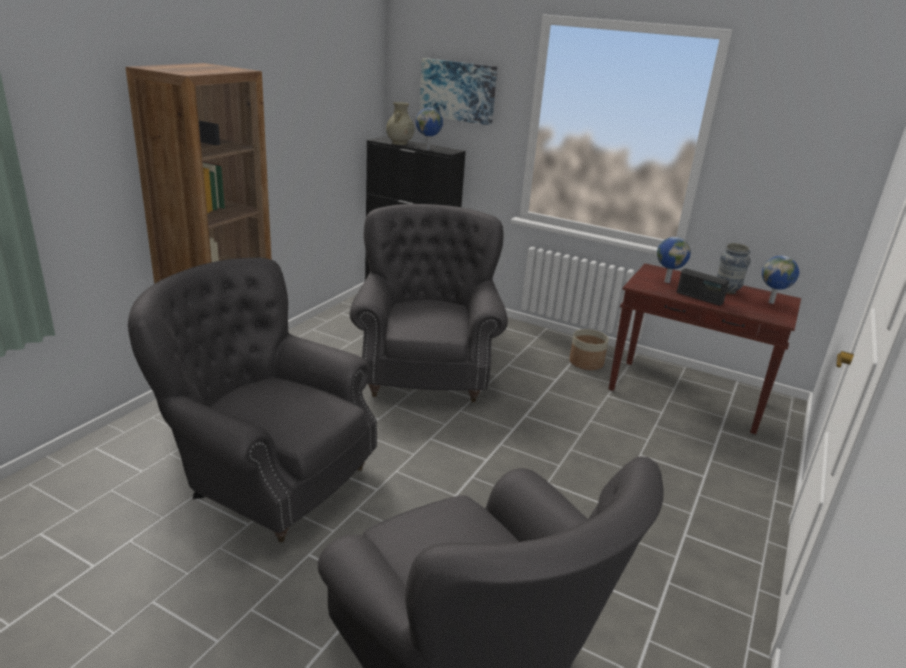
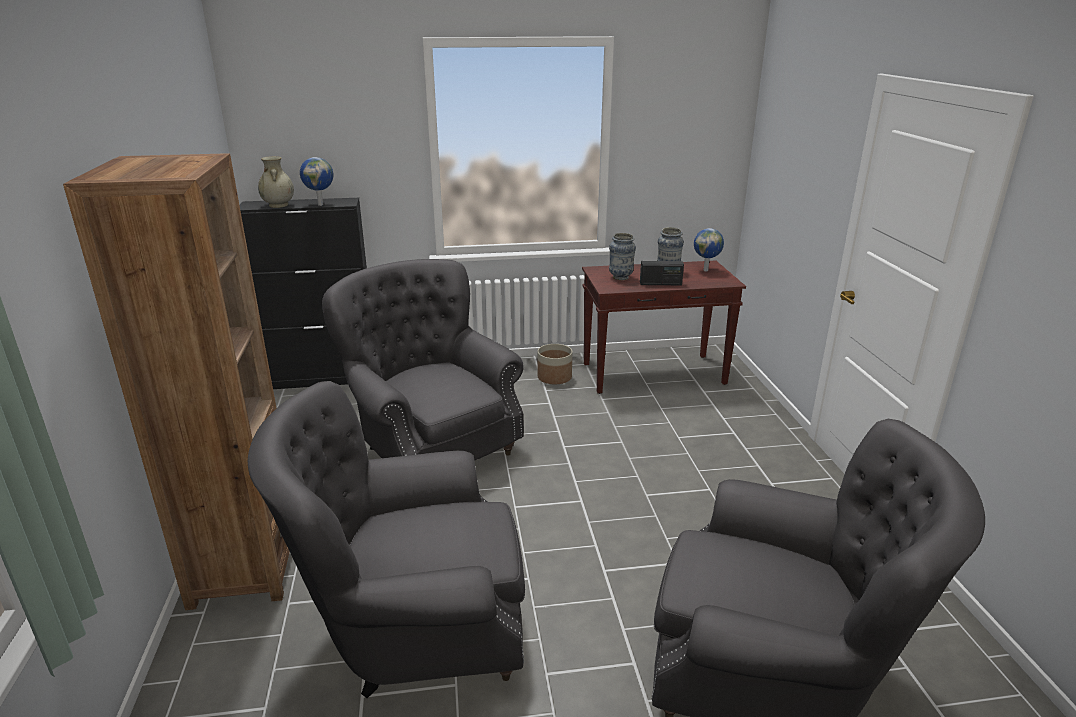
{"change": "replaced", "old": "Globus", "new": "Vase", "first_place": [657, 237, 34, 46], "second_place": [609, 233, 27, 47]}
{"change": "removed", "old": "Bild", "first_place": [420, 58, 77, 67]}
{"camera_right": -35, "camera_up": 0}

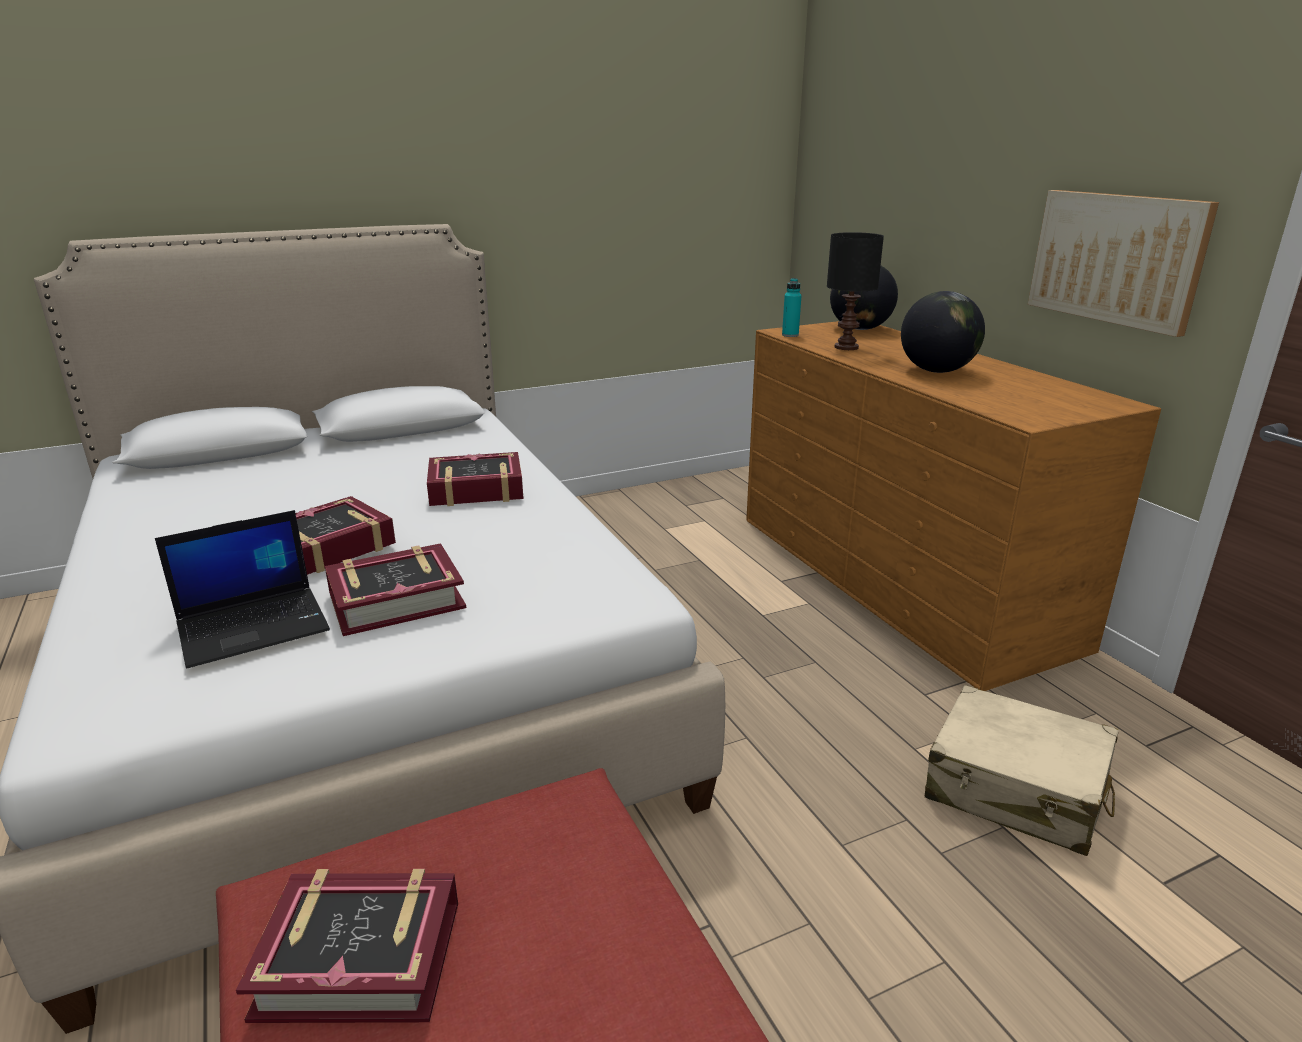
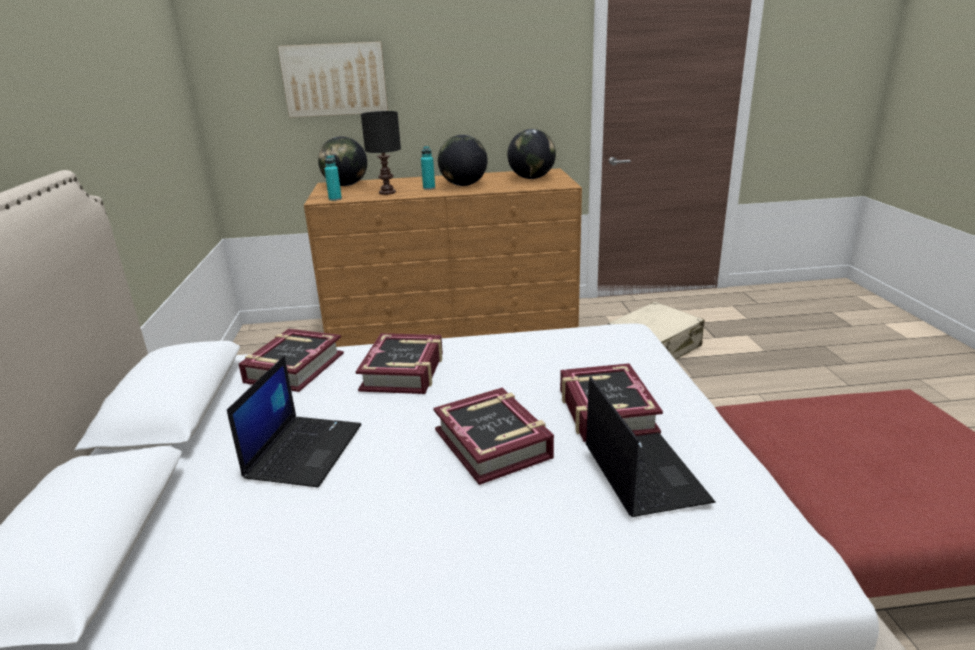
{"change": "added", "new": "Laptop", "second_place": [227, 356, 134, 131]}
{"change": "moved", "old": "Buch", "first_place": [236, 869, 222, 154], "second_place": [239, 329, 105, 63]}
{"change": "moved", "old": "Bild", "first_place": [1028, 190, 191, 147], "second_place": [278, 42, 110, 76]}
{"change": "added", "new": "Flasche/türkis", "second_place": [421, 146, 14, 44]}
{"change": "added", "new": "Globus", "second_place": [507, 129, 49, 50]}
{"camera_right": -70, "camera_up": 0}

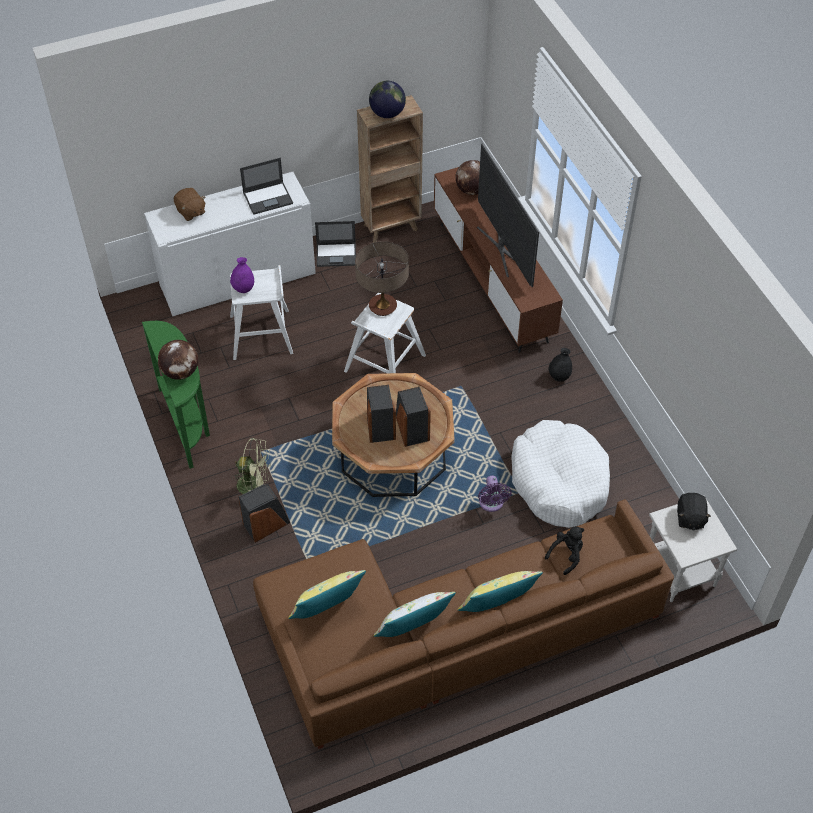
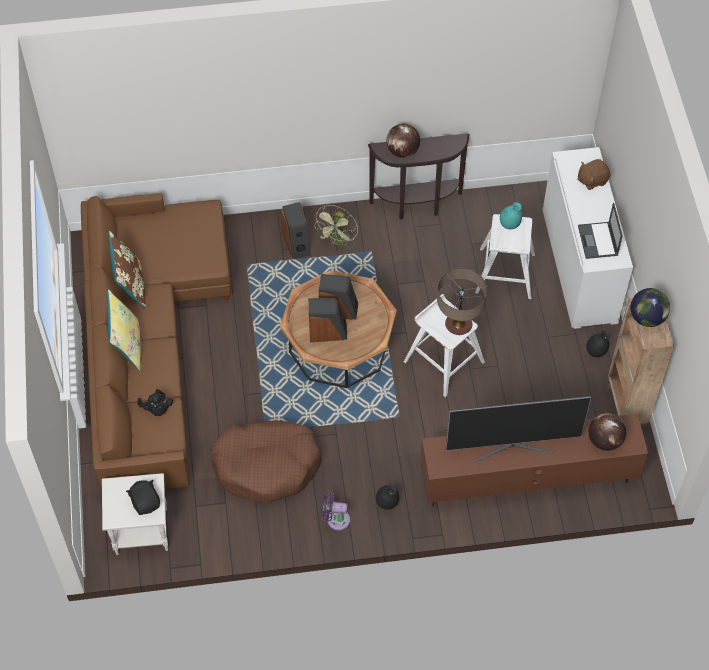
{"change": "recoloured", "old": "Kissen/weiß", "new": "Kissen/braun", "first_place": [373, 592, 83, 45], "second_place": [109, 231, 37, 78]}
{"change": "turned", "old": "Plüschtier/schwarz", "first_place": [677, 493, 34, 38], "second_place": [126, 480, 34, 35], "degrees": 45}
{"change": "recoloured", "old": "Hundebett/weiß", "new": "Hundebett/braun", "first_place": [511, 420, 99, 108], "second_place": [210, 420, 112, 83]}
{"change": "moved", "old": "Ventilator/lila", "first_place": [478, 475, 33, 37], "second_place": [322, 491, 28, 39]}
{"change": "recoloured", "old": "Konsolentisch/grün", "new": "Konsolentisch/braun", "first_place": [142, 321, 68, 148], "second_place": [368, 133, 101, 86]}
{"change": "recoloured", "old": "Vase/lila", "new": "Vase/türkis", "first_place": [230, 257, 24, 36], "second_place": [500, 202, 22, 27]}
{"change": "replaced", "old": "Laptop", "new": "Vase/schwarz", "first_place": [315, 221, 41, 46], "second_place": [586, 331, 24, 26]}
{"change": "removed", "old": "Kissen/gelb", "first_place": [288, 570, 78, 49]}
{"camera_right": 105, "camera_up": 5}

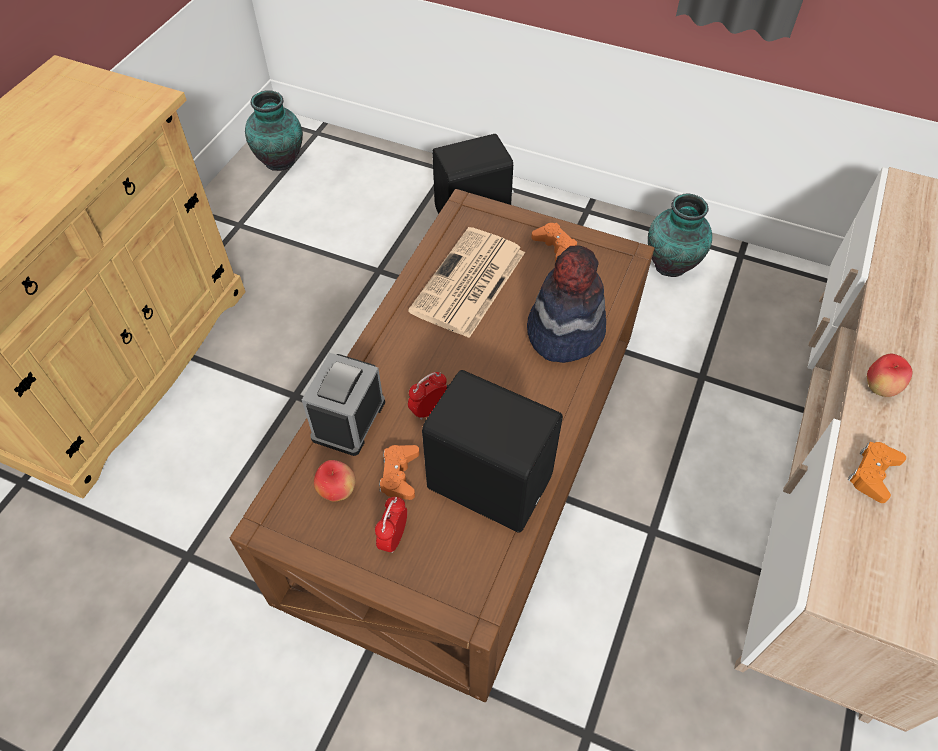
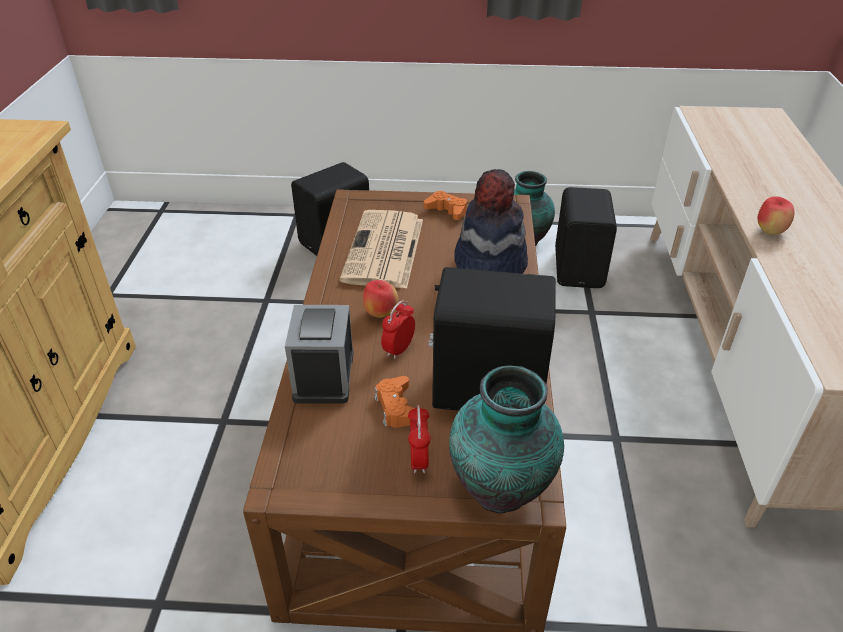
{"change": "moved", "old": "Apfel", "first_place": [314, 460, 42, 41], "second_place": [363, 280, 35, 38]}
{"change": "moved", "old": "Vase", "first_place": [245, 90, 58, 81], "second_place": [449, 365, 115, 148]}
{"change": "added", "new": "Lautsprecher/schwarz", "second_place": [555, 187, 62, 101]}
{"change": "removed", "old": "Gamepad/orange", "first_place": [848, 442, 58, 61]}
{"camera_right": -20, "camera_up": -15}

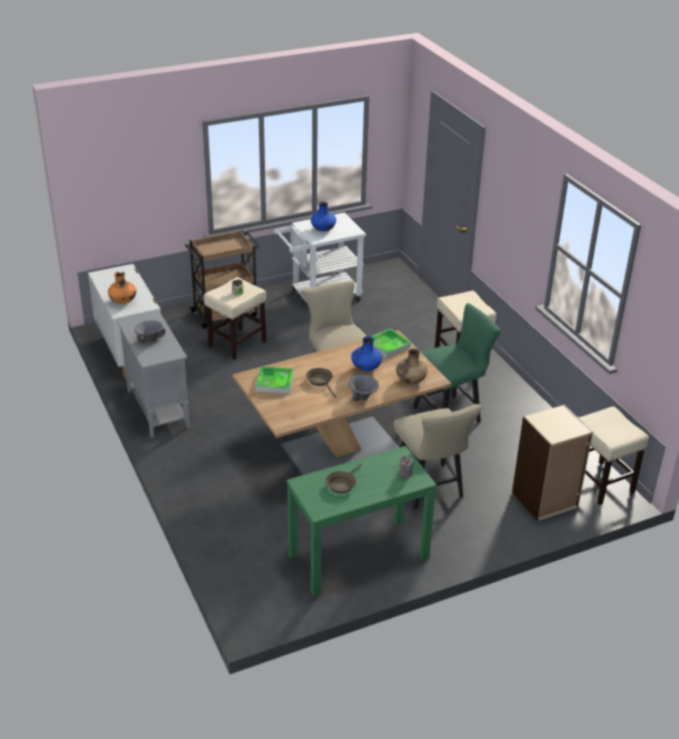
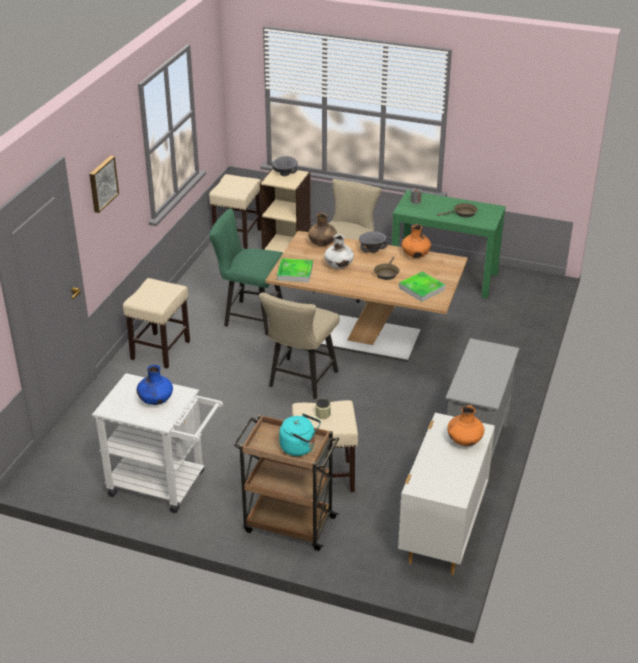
{"change": "added", "new": "Bild", "second_place": [89, 156, 30, 57]}
{"change": "moved", "old": "Schüssel/grau", "first_place": [135, 320, 31, 23], "second_place": [272, 156, 26, 20]}
{"change": "added", "new": "Wasserkessel/türkis", "second_place": [279, 413, 42, 43]}
{"change": "recoloured", "old": "Vase/blau", "new": "Vase/weiß", "first_place": [351, 336, 31, 35], "second_place": [324, 234, 30, 35]}
{"change": "added", "new": "Vase/orange", "second_place": [402, 224, 29, 34]}
{"camera_right": -135, "camera_up": 0}

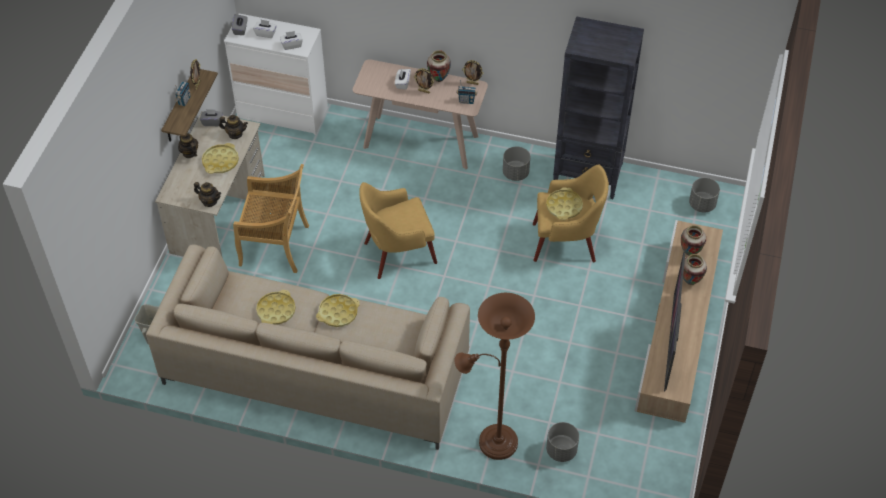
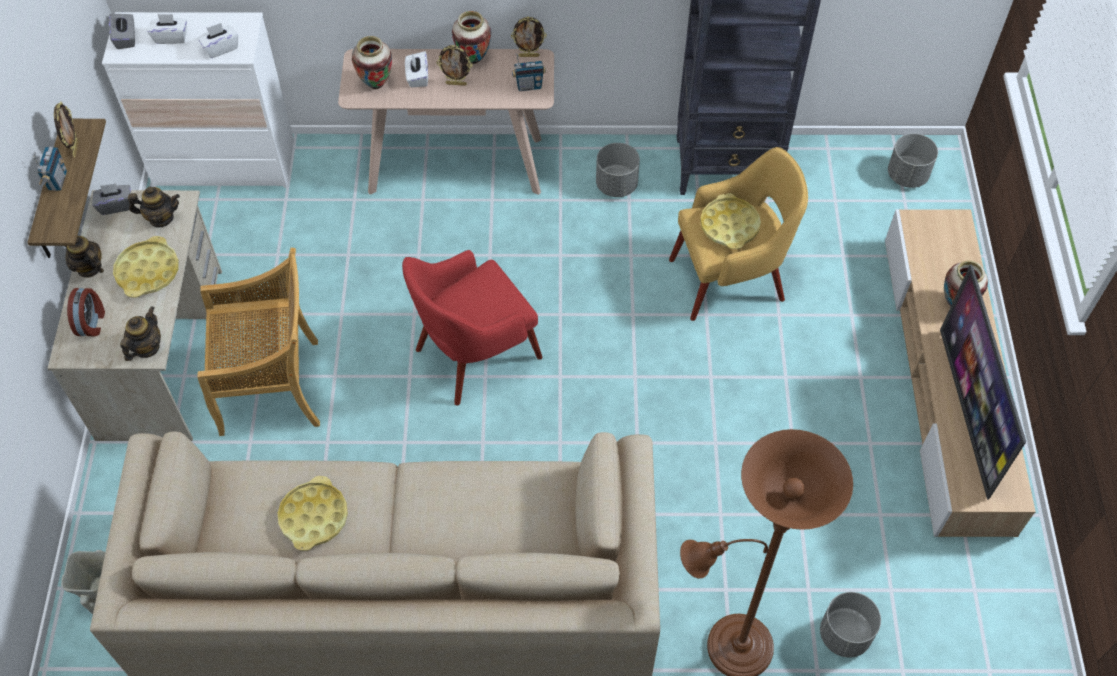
{"change": "added", "new": "Wecker", "second_place": [67, 288, 38, 48]}
{"change": "turned", "old": "Teekanne", "first_place": [194, 182, 27, 25], "second_place": [120, 306, 41, 55], "degrees": -75}
{"change": "moved", "old": "Vase", "first_place": [681, 225, 25, 31], "second_place": [352, 36, 40, 53]}
{"change": "recoloured", "old": "Sessel/gelb", "new": "Sessel/rot", "first_place": [359, 182, 78, 97], "second_place": [402, 250, 140, 156]}
{"change": "removed", "old": "Tablett/gelb", "first_place": [316, 294, 44, 33]}
{"camera_right": -15, "camera_up": 5}

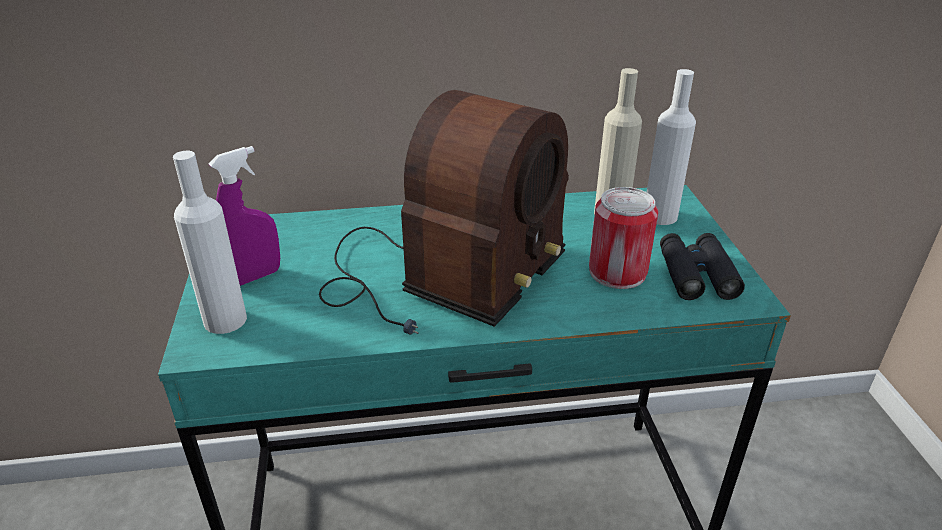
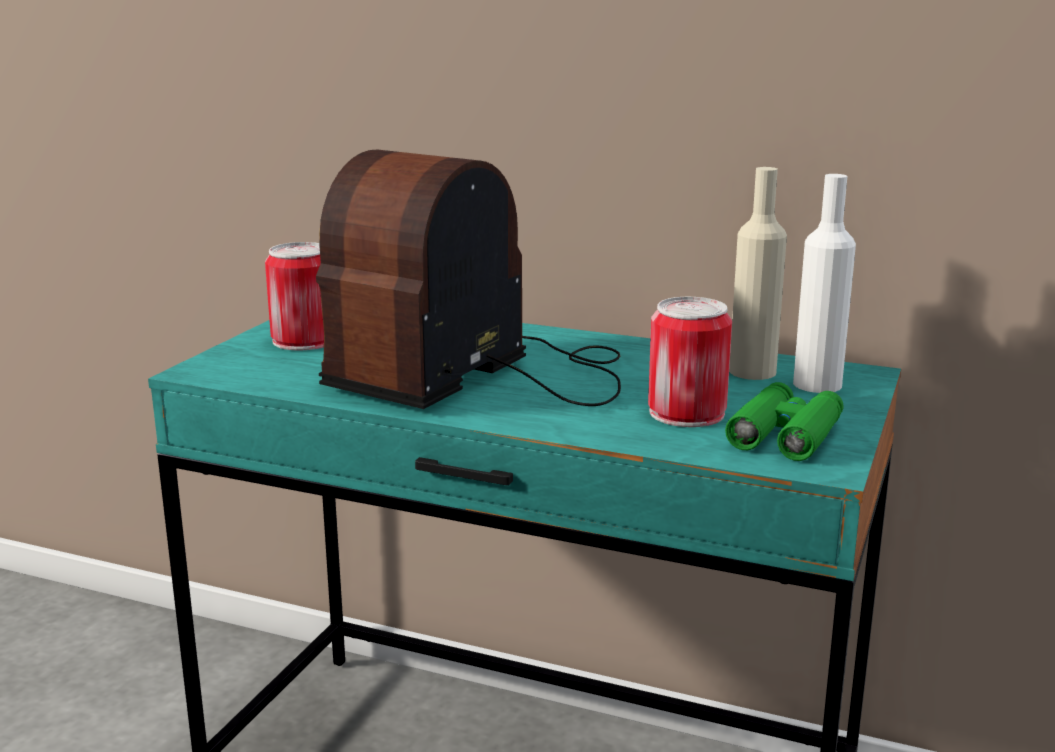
{"change": "replaced", "old": "Sprühflasche/lila", "new": "Dose", "first_place": [208, 146, 72, 140], "second_place": [265, 242, 59, 108]}
{"change": "turned", "old": "Radio", "first_place": [319, 90, 250, 244], "second_place": [316, 150, 305, 259], "degrees": 150}
{"change": "recoloured", "old": "Fernglas/schwarz", "new": "Fernglas/grün", "first_place": [660, 233, 85, 67], "second_place": [725, 382, 119, 79]}
{"change": "removed", "old": "Flasche/weiß", "first_place": [173, 151, 74, 183]}
{"camera_right": 30, "camera_up": -15}

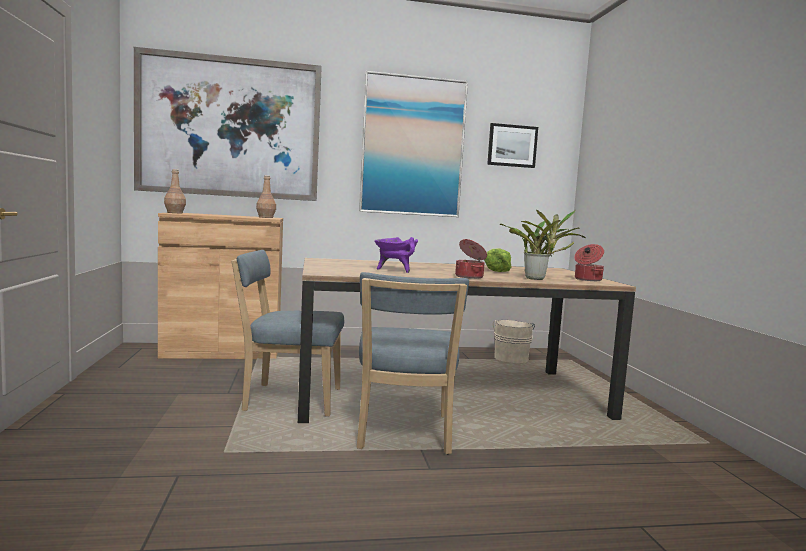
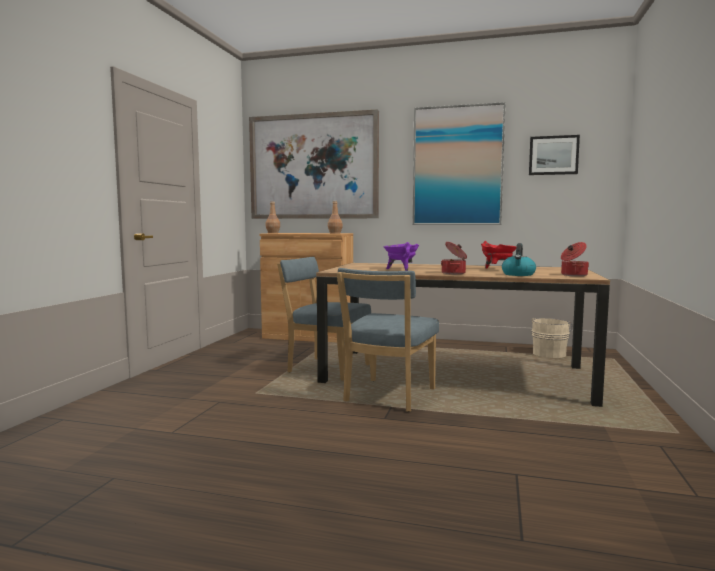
{"change": "replaced", "old": "Salatkopf", "new": "Kochtopf/rot", "first_place": [484, 248, 28, 24], "second_place": [481, 241, 35, 28]}
{"change": "replaced", "old": "Topfpflanze", "new": "Wasserkessel", "first_place": [500, 209, 86, 71], "second_place": [502, 243, 34, 33]}
{"camera_right": 25, "camera_up": 0}

